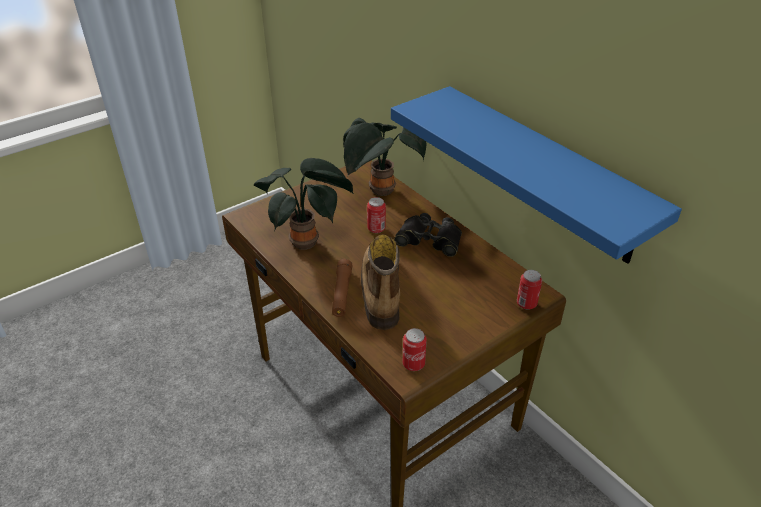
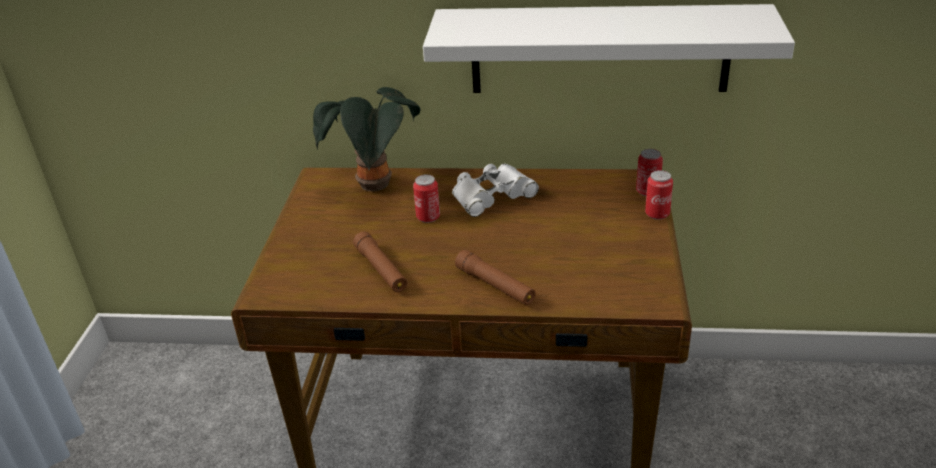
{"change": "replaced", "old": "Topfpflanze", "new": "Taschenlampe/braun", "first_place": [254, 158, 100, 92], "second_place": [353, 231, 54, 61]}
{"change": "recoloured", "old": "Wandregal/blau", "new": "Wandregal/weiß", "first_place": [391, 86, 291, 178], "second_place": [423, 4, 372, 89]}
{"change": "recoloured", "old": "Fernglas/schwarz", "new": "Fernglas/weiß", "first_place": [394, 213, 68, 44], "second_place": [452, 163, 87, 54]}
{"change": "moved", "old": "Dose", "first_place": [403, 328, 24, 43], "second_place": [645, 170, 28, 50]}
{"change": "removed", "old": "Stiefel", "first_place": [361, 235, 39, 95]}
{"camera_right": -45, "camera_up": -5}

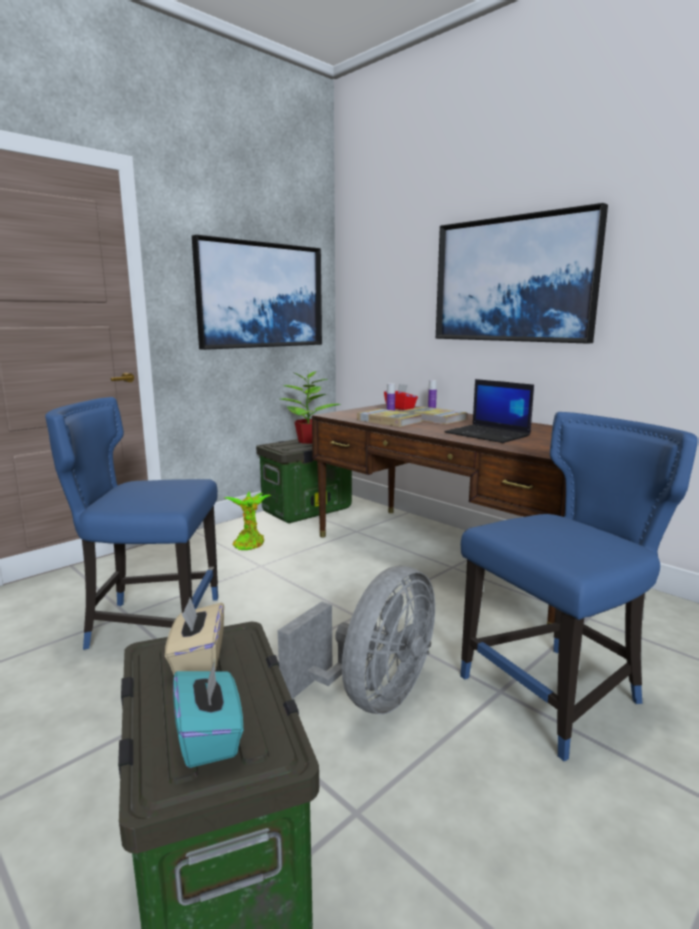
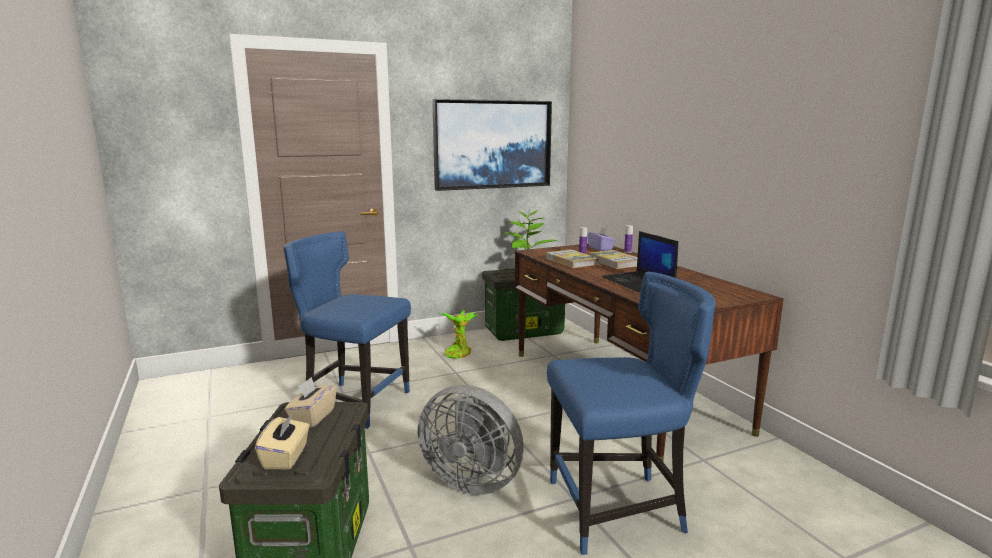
{"change": "recoloured", "old": "Taschentuchbox/türkis", "new": "Taschentuchbox/beige", "first_place": [173, 660, 70, 108], "second_place": [255, 413, 55, 56]}
{"change": "turned", "old": "Ventilator/grau", "first_place": [278, 566, 157, 148], "second_place": [418, 385, 106, 110], "degrees": 60}
{"change": "recoloured", "old": "Taschentuchbox/rot", "new": "Taschentuchbox/lila", "first_place": [384, 384, 34, 26], "second_place": [587, 227, 29, 24]}
{"change": "removed", "old": "Bild", "first_place": [436, 203, 172, 141]}
{"camera_right": 20, "camera_up": 0}

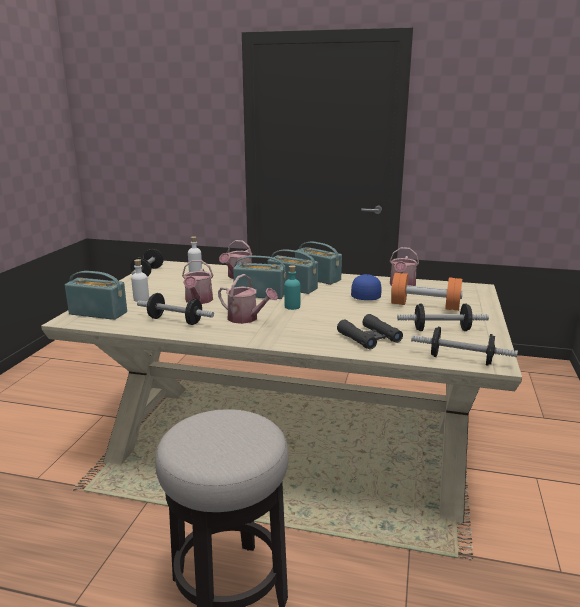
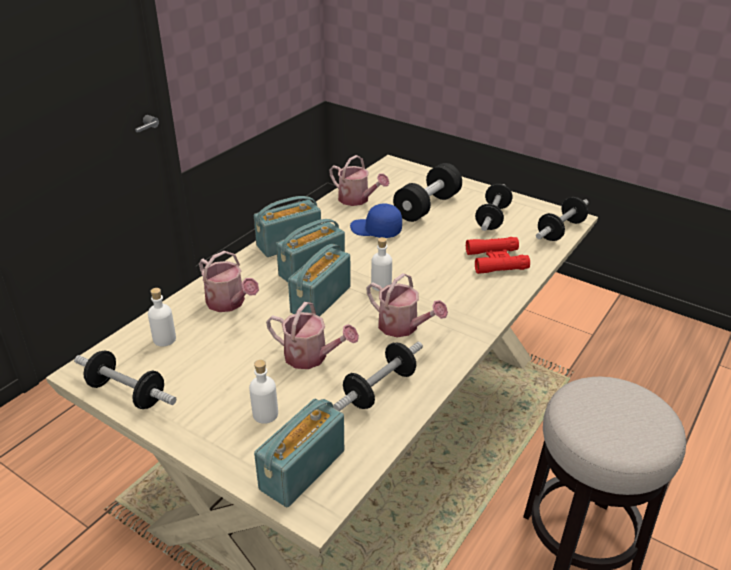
{"change": "turned", "old": "Gießkanne", "first_place": [218, 274, 60, 50], "second_place": [366, 273, 82, 65], "degrees": 75}
{"change": "recoloured", "old": "Flasche/türkis", "new": "Flasche/weiß", "first_place": [284, 265, 16, 45], "second_place": [371, 237, 21, 54]}
{"change": "recoloured", "old": "Hantel/orange", "new": "Hantel/schwarz", "first_place": [391, 273, 72, 38], "second_place": [393, 163, 69, 59]}
{"change": "recoloured", "old": "Fernglas/schwarz", "new": "Fernglas/rot", "first_place": [337, 314, 66, 35], "second_place": [466, 237, 64, 37]}
{"camera_right": -70, "camera_up": 15}

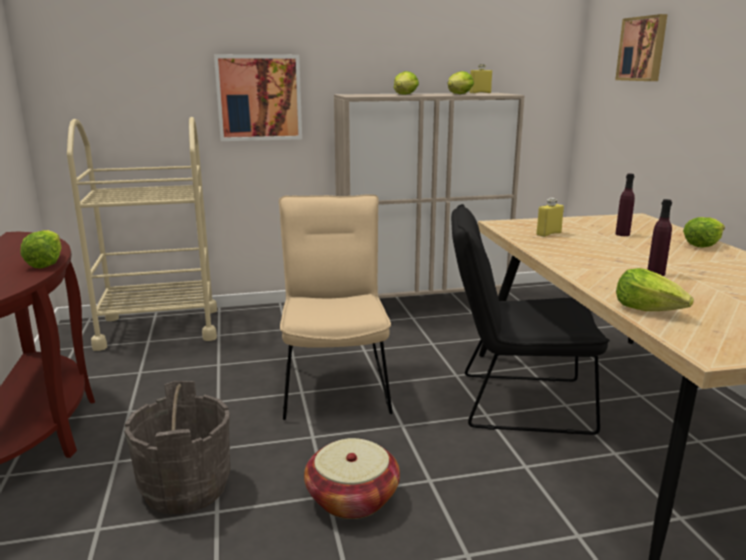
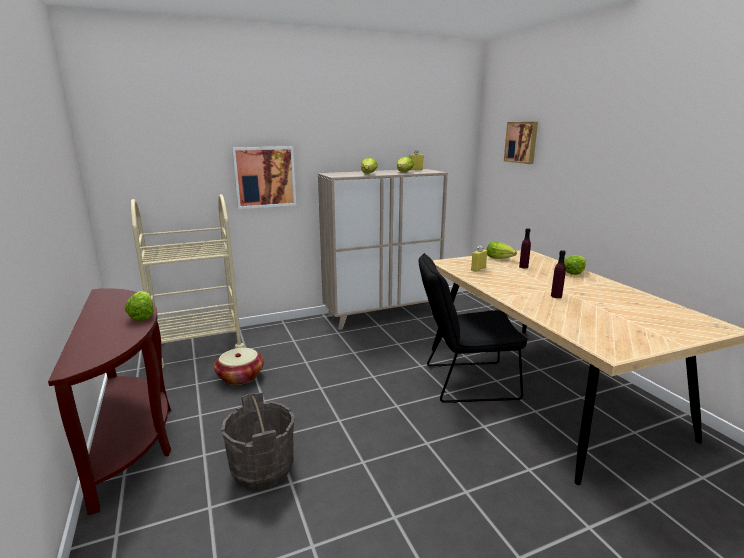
{"change": "moved", "old": "Korb", "first_place": [304, 438, 96, 81], "second_place": [214, 348, 50, 37]}
{"change": "moved", "old": "Salatkopf", "first_place": [616, 268, 78, 43], "second_place": [487, 241, 30, 18]}
{"change": "removed", "old": "Stuhl/beige", "first_place": [279, 194, 114, 226]}
{"camera_right": -10, "camera_up": 0}

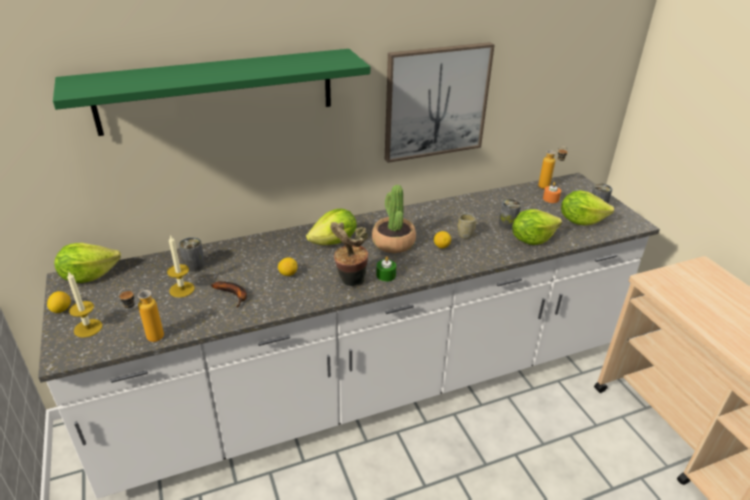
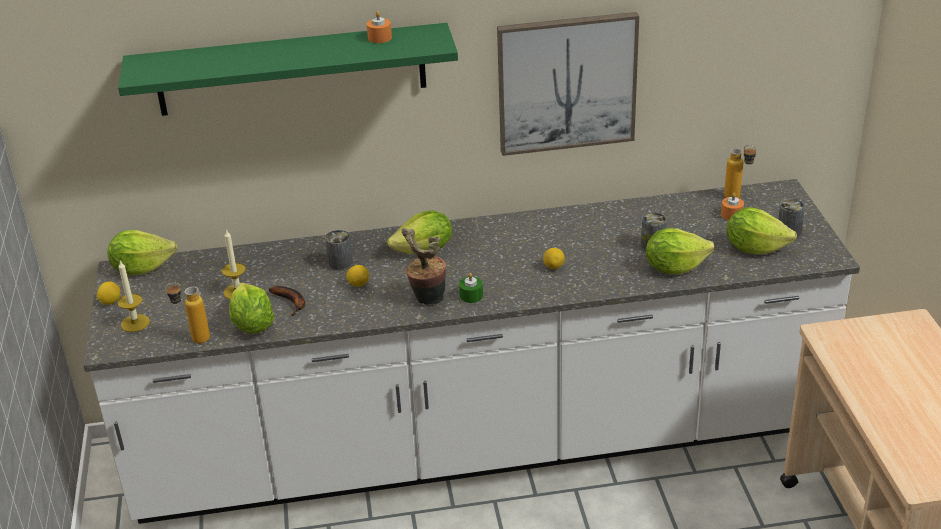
{"change": "added", "new": "Salatkopf", "second_place": [229, 282, 45, 52]}
{"change": "moved", "old": "Dose", "first_place": [179, 237, 26, 36], "second_place": [325, 230, 28, 41]}
{"change": "added", "new": "Kerze/orange", "second_place": [367, 11, 25, 32]}
{"change": "removed", "old": "Topfpflanze", "first_place": [372, 185, 44, 68]}
{"change": "removed", "old": "Tasse", "first_place": [458, 213, 18, 26]}
{"camera_right": 15, "camera_up": 0}

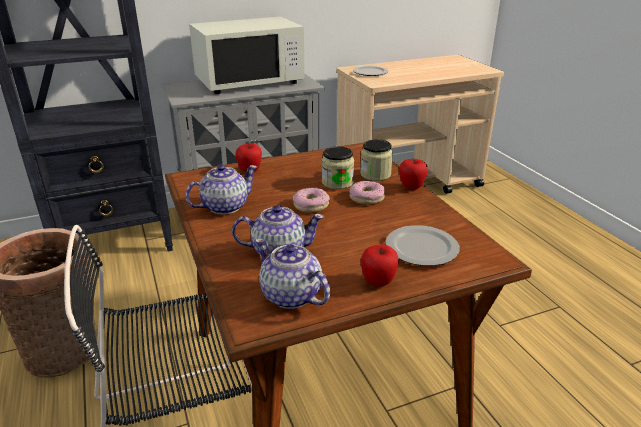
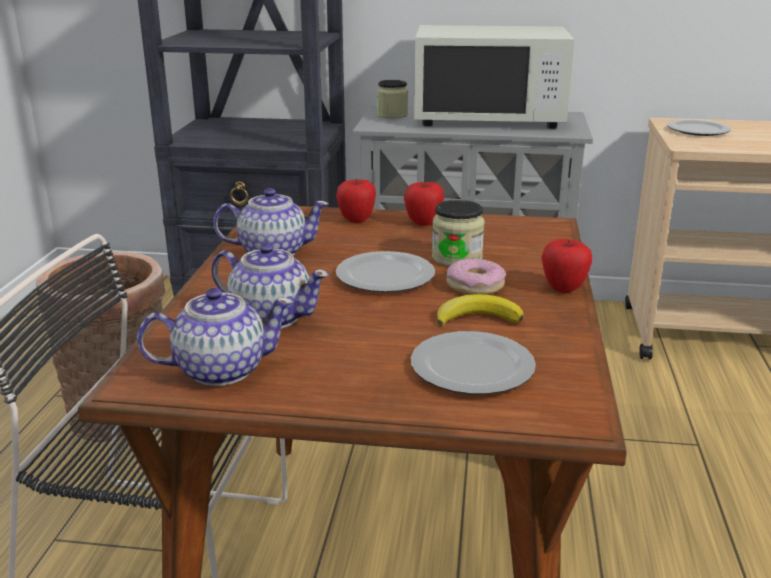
{"change": "turned", "old": "Teekanne", "first_place": [255, 238, 75, 71], "second_place": [137, 288, 157, 98], "degrees": 90}
{"change": "replaced", "old": "Donut", "new": "Teller", "first_place": [293, 188, 37, 25], "second_place": [336, 251, 99, 41]}
{"change": "moved", "old": "Vorratsglas", "first_place": [360, 139, 33, 42], "second_place": [377, 80, 31, 39]}
{"change": "moved", "old": "Apfel", "first_place": [360, 244, 39, 43], "second_place": [404, 181, 40, 45]}
{"change": "added", "new": "Banane", "second_place": [437, 294, 87, 33]}
{"camera_right": 30, "camera_up": -5}

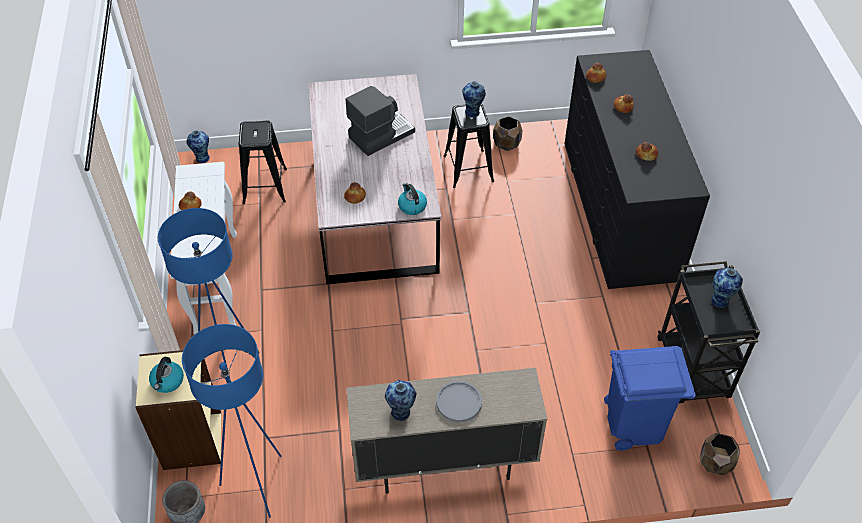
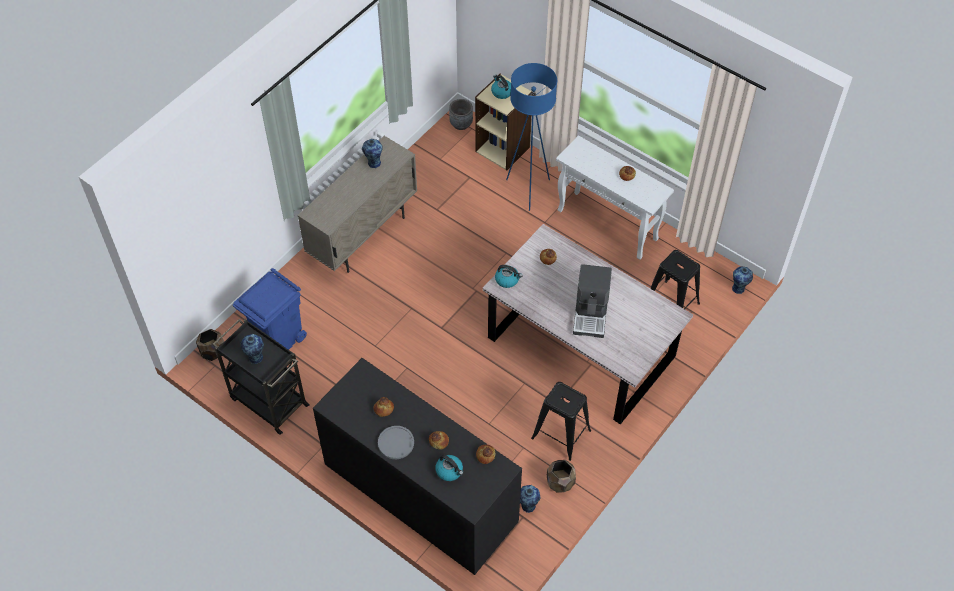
{"change": "moved", "old": "Teller/grau", "first_place": [436, 381, 46, 41], "second_place": [378, 426, 36, 33]}
{"change": "added", "new": "Wasserkessel", "second_place": [435, 454, 28, 27]}
{"change": "moved", "old": "Vase", "first_place": [462, 81, 24, 37], "second_place": [520, 485, 21, 28]}
{"change": "removed", "old": "Stehlampe/blau", "first_place": [182, 324, 100, 194]}
{"camera_right": 135, "camera_up": 5}

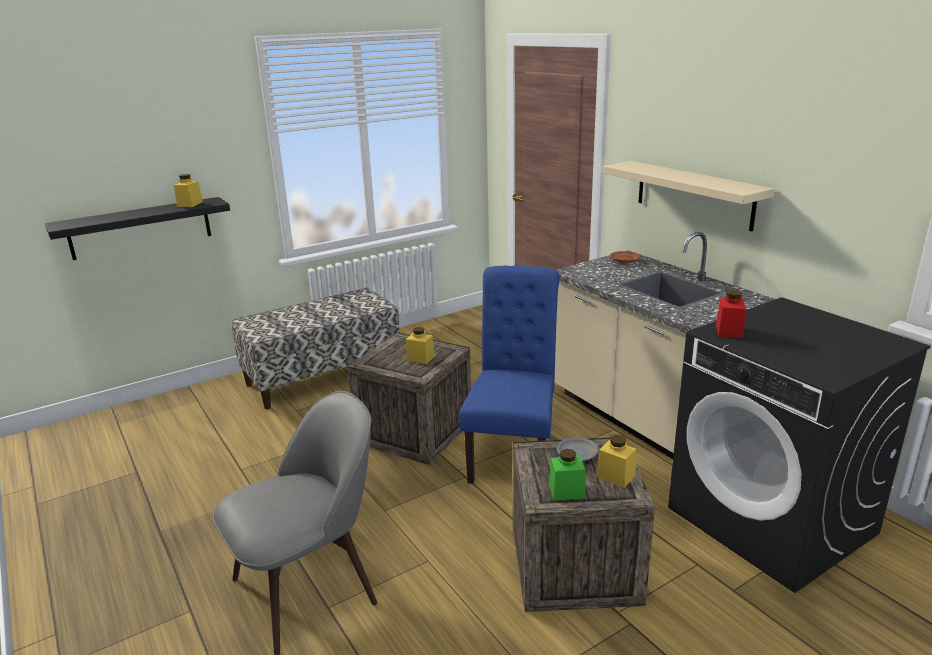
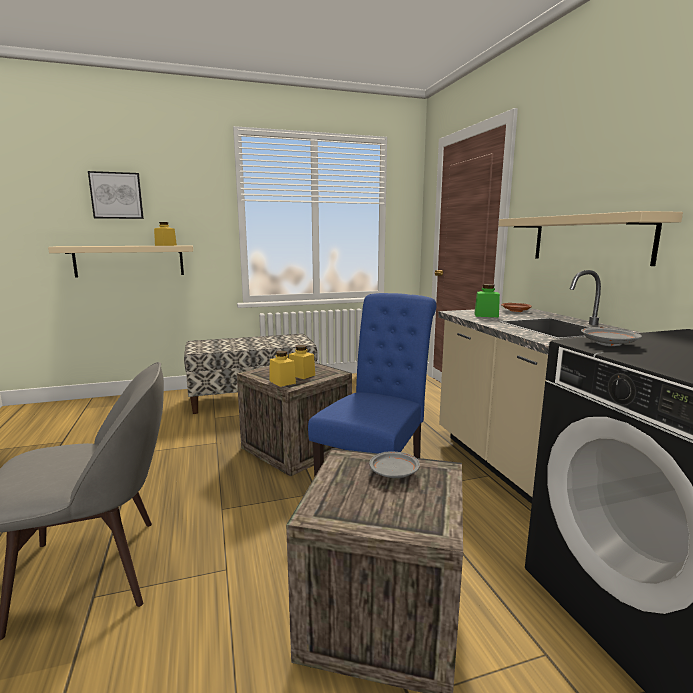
{"change": "recoloured", "old": "Wandregal/schwarz", "new": "Wandregal/beige", "first_place": [45, 197, 185, 63], "second_place": [48, 245, 145, 33]}
{"change": "added", "new": "Bild", "second_place": [88, 171, 56, 48]}
{"change": "moved", "old": "Vorratsglas/gelb", "first_place": [596, 435, 40, 53], "second_place": [270, 351, 26, 36]}
{"change": "moved", "old": "Vorratsglas/grün", "first_place": [549, 449, 37, 51], "second_place": [475, 284, 25, 33]}
{"change": "replaced", "old": "Vorratsglas/rot", "new": "Teller/grau", "first_place": [716, 290, 30, 48], "second_place": [581, 327, 61, 19]}
{"camera_right": 15, "camera_up": -10}

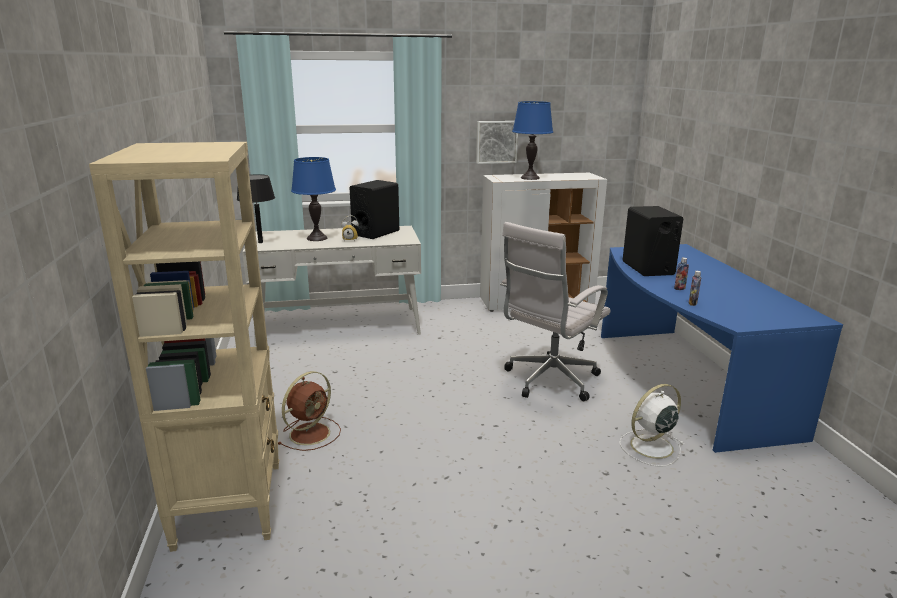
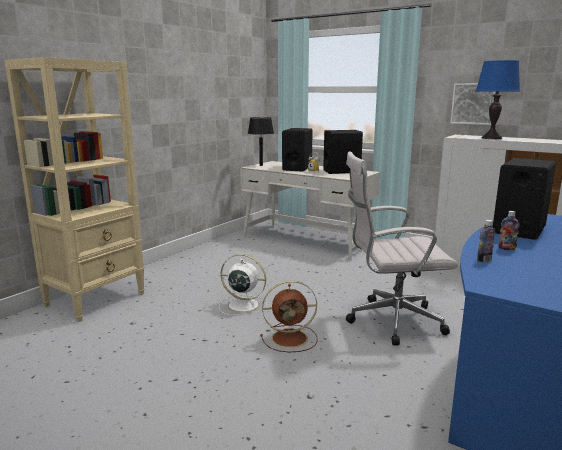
{"change": "moved", "old": "Ventilator/weiß", "first_place": [619, 384, 65, 83], "second_place": [219, 254, 48, 61]}
{"change": "moved", "old": "Ventilator/braun", "first_place": [278, 371, 63, 80], "second_place": [260, 280, 58, 72]}
{"change": "replaced", "old": "Tischlampe/blau", "new": "Lautsprecher/schwarz", "first_place": [291, 157, 45, 84], "second_place": [282, 128, 31, 44]}
{"camera_right": 45, "camera_up": -5}

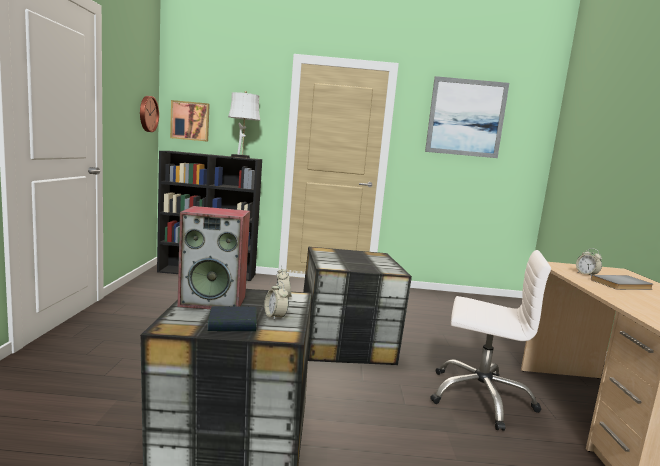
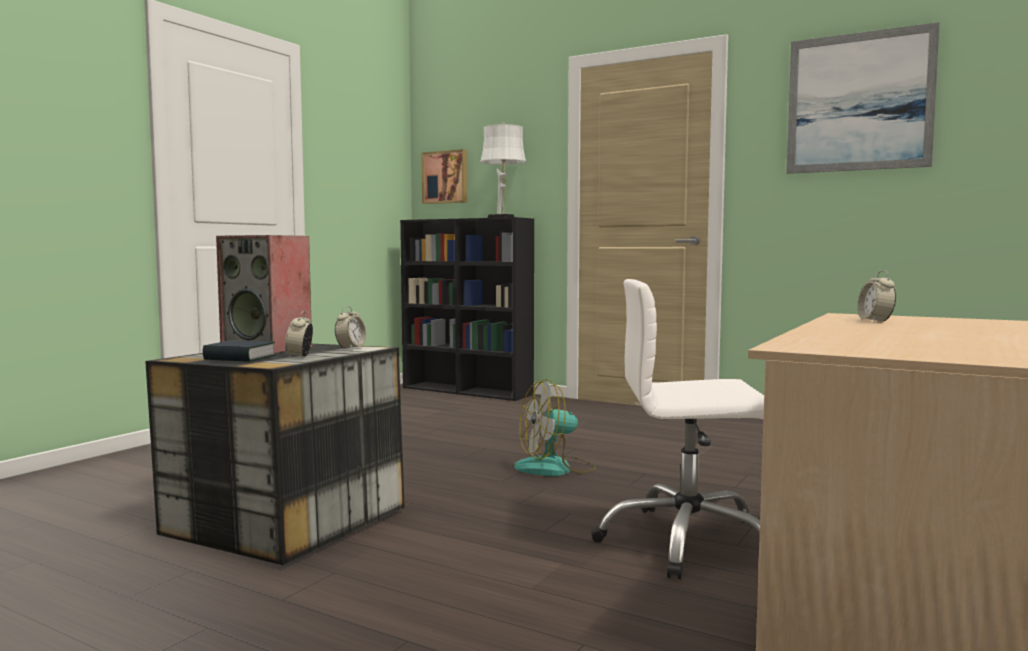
{"change": "replaced", "old": "Aufbewahrungsbox", "new": "Ventilator", "first_place": [303, 247, 109, 118], "second_place": [514, 379, 82, 97]}
{"change": "turned", "old": "Bürostuhl/weiß", "first_place": [430, 250, 121, 181], "second_place": [591, 279, 173, 301], "degrees": 135}
{"change": "removed", "old": "Wanduhr", "first_place": [140, 96, 19, 36]}
{"change": "removed", "old": "Buch/grau", "first_place": [591, 275, 62, 15]}
{"camera_right": 30, "camera_up": -5}

